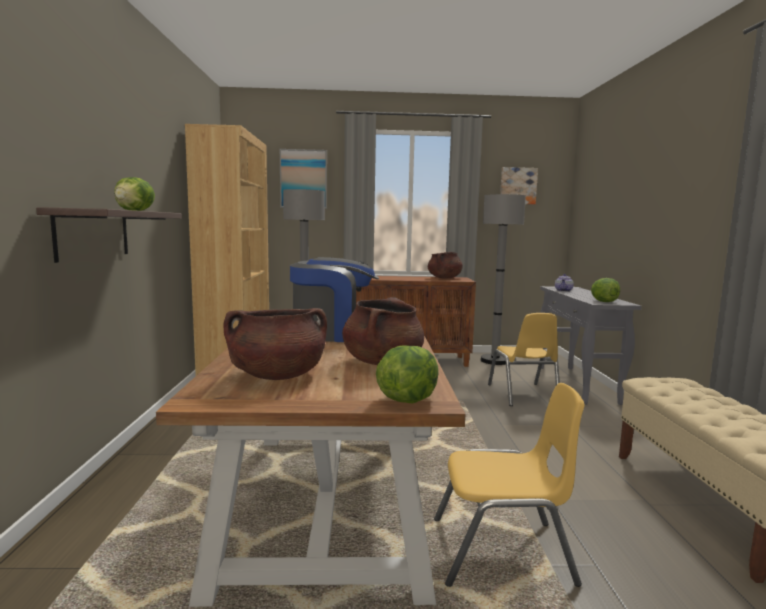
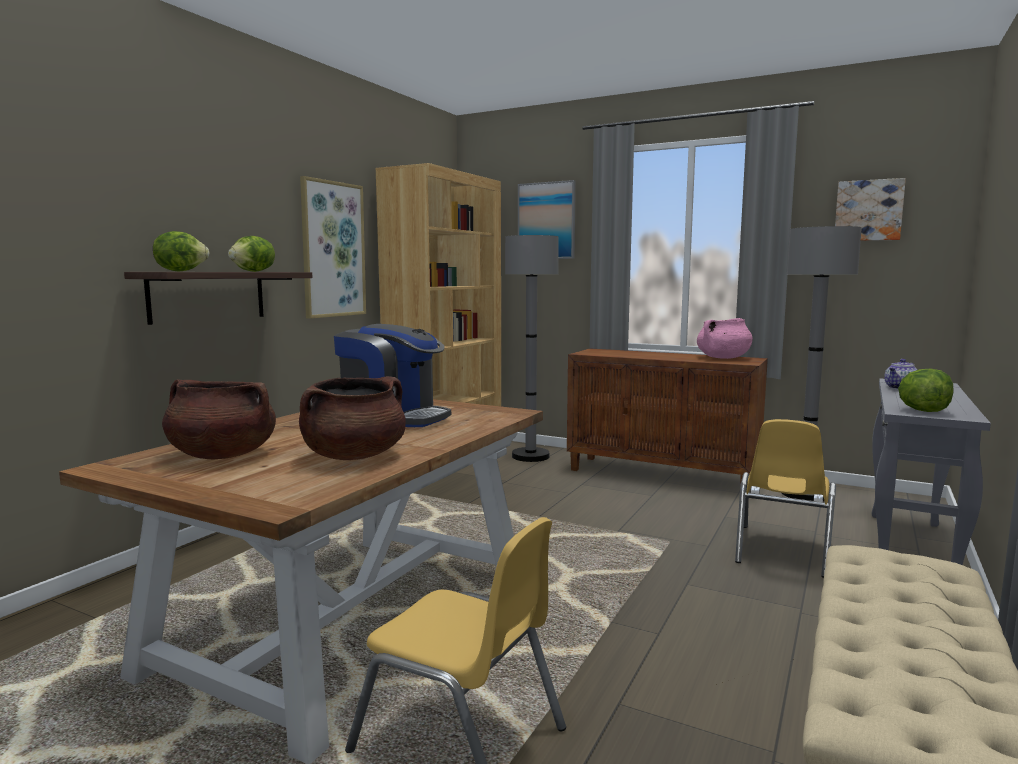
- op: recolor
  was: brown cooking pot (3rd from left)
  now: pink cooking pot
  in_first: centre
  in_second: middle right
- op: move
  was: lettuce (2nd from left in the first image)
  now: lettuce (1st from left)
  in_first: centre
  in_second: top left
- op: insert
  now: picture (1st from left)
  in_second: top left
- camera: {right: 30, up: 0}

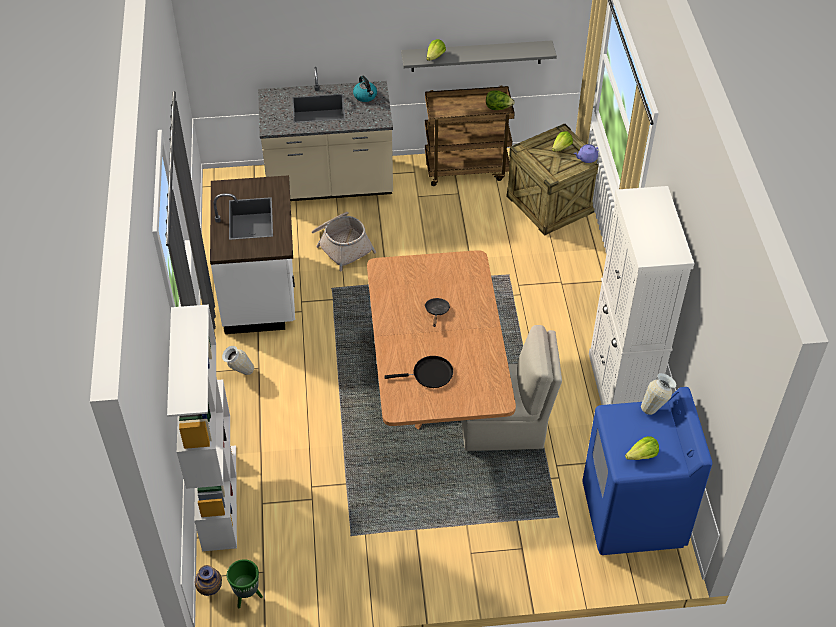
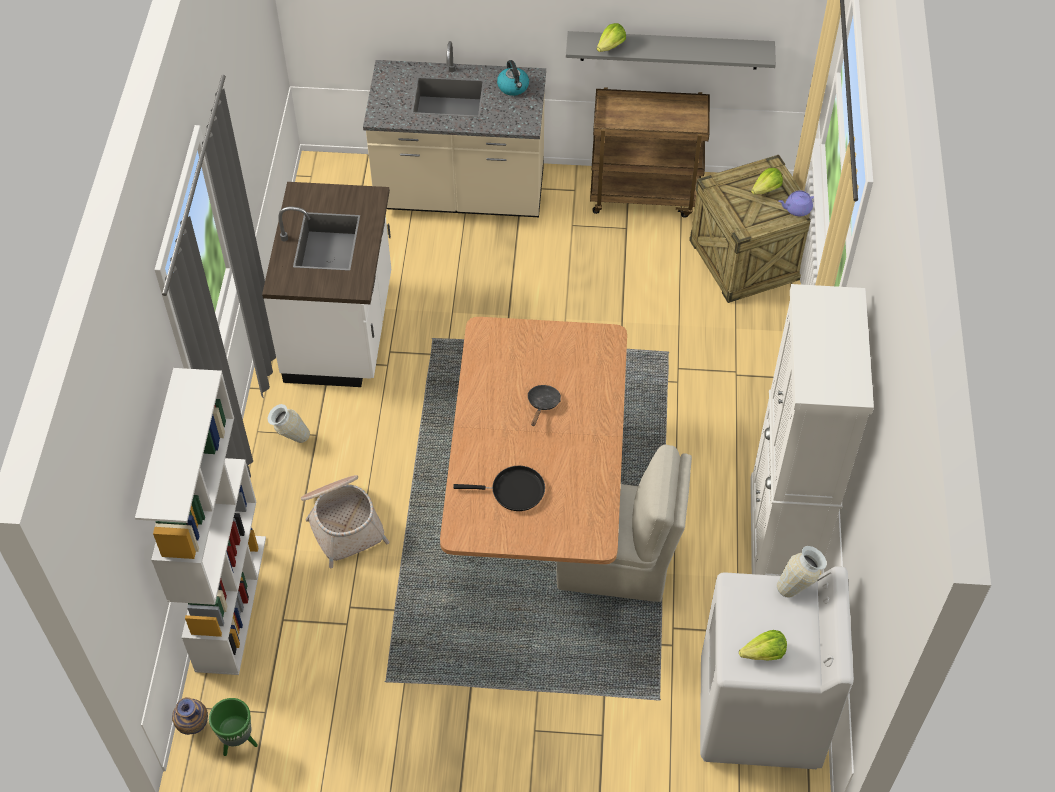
- op: delete
  was: lettuce (2nd from left)
  in_first: top centre
- op: move
  was: basket
  in_first: centre
  in_second: middle left
- op: recolor
  was: blue washing machine
  now: white washing machine
  in_first: bottom right
  in_second: bottom right
- camera: {right: 10, up: 5}

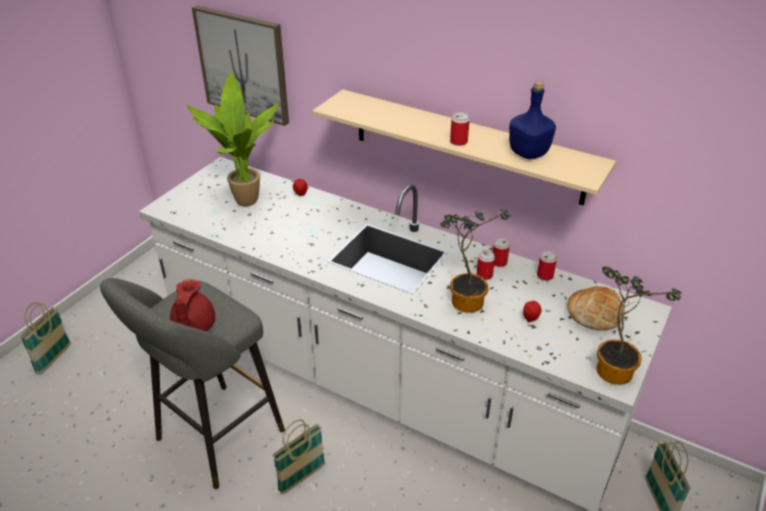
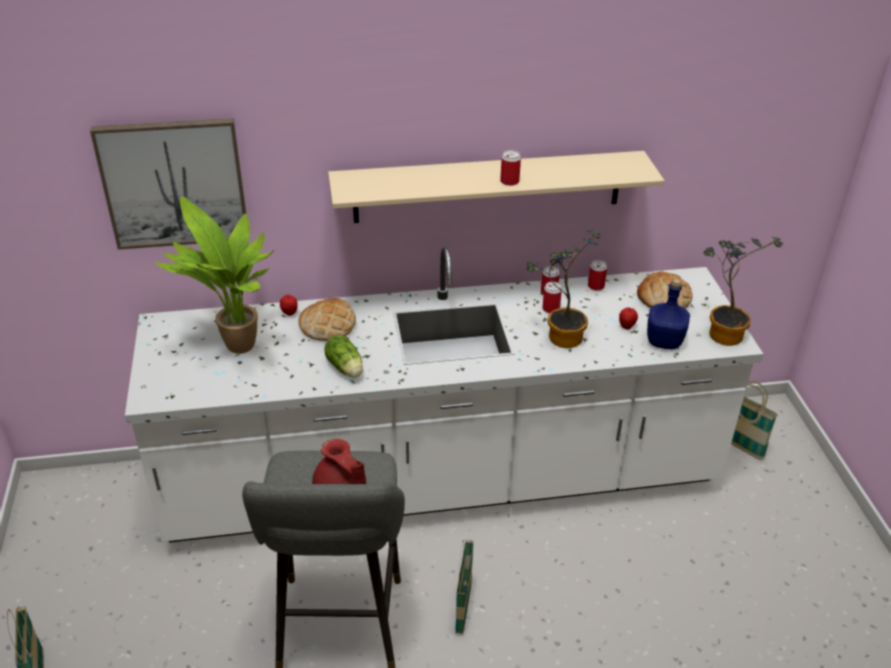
- op: move
  was: blue bottle
  in_first: top right
  in_second: middle right
- op: insert
  now: bread (1st from left)
  in_second: centre
- op: insert
  now: lettuce
  in_second: centre
- camera: {right: -40, up: 0}

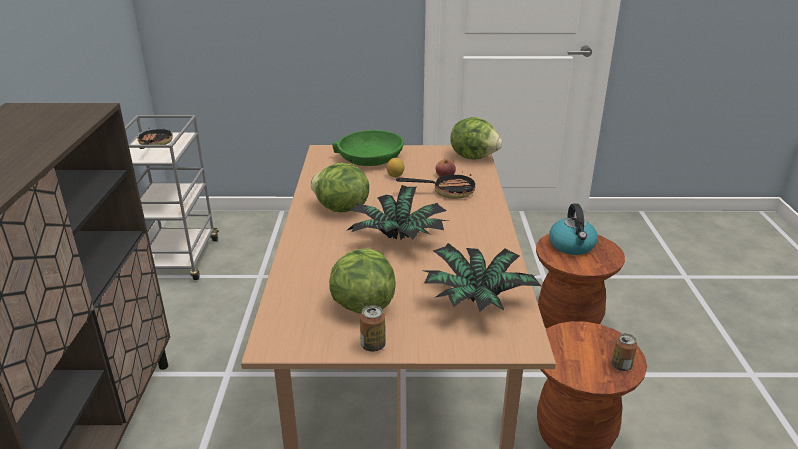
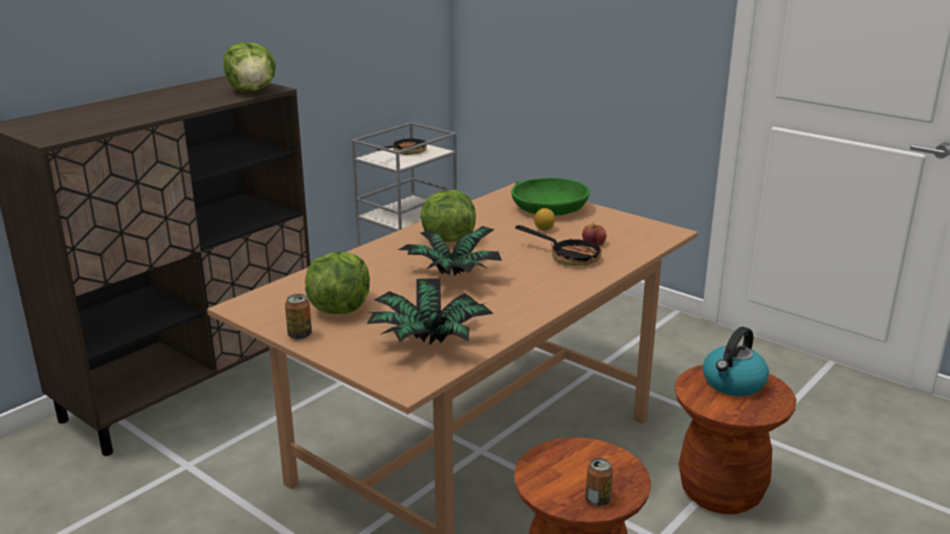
- op: move
  was: lettuce (3rd from left in the first image)
  now: lettuce (1st from left)
  in_first: top centre
  in_second: top left
- camera: {right: 40, up: -5}

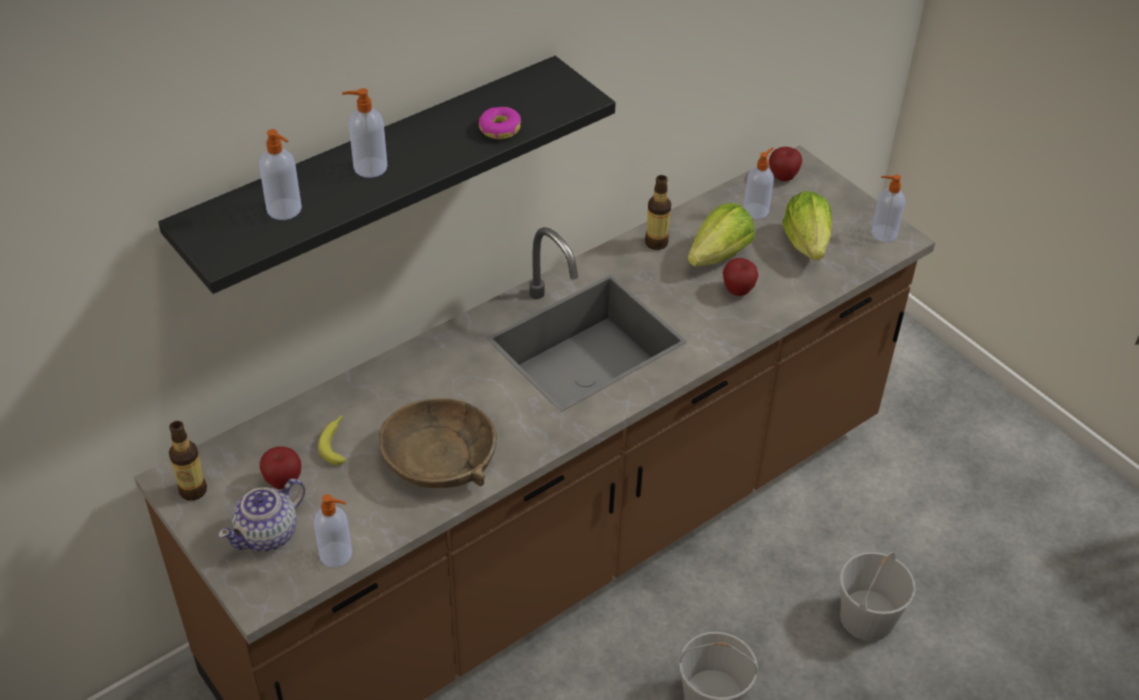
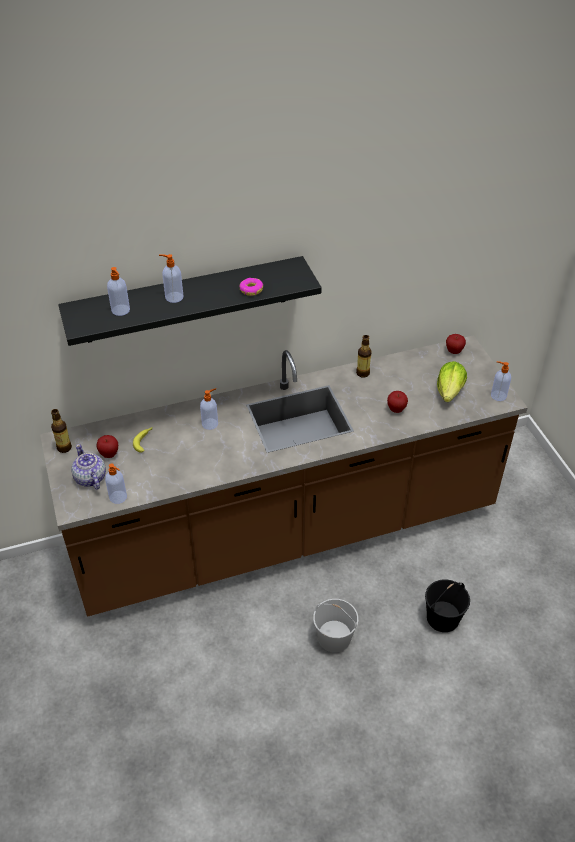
- op: move
  was: soap dispenser (4th from left)
  in_first: top centre
  in_second: centre
- op: delete
  was: lettuce (1st from left)
  in_first: centre
- op: delete
  was: brown bowl
  in_first: centre
- op: rotate
  was: teapot
  in_first: bottom left
  in_second: middle left
  clockwise: 90
- op: recolor
  was: white bucket (2nd from left)
  now: black bucket
  in_first: bottom right
  in_second: bottom right
- camera: {right: 20, up: 0}

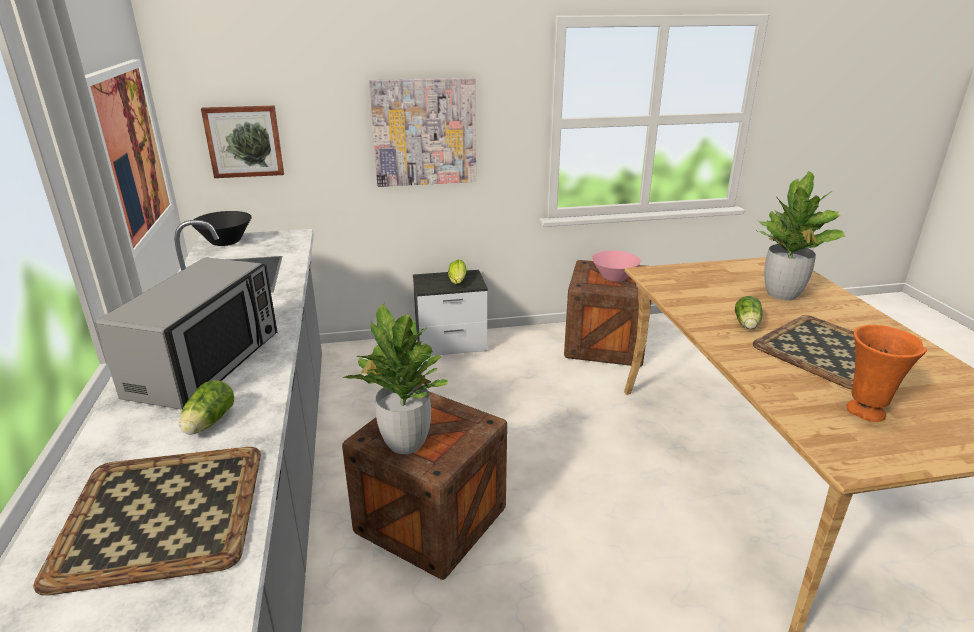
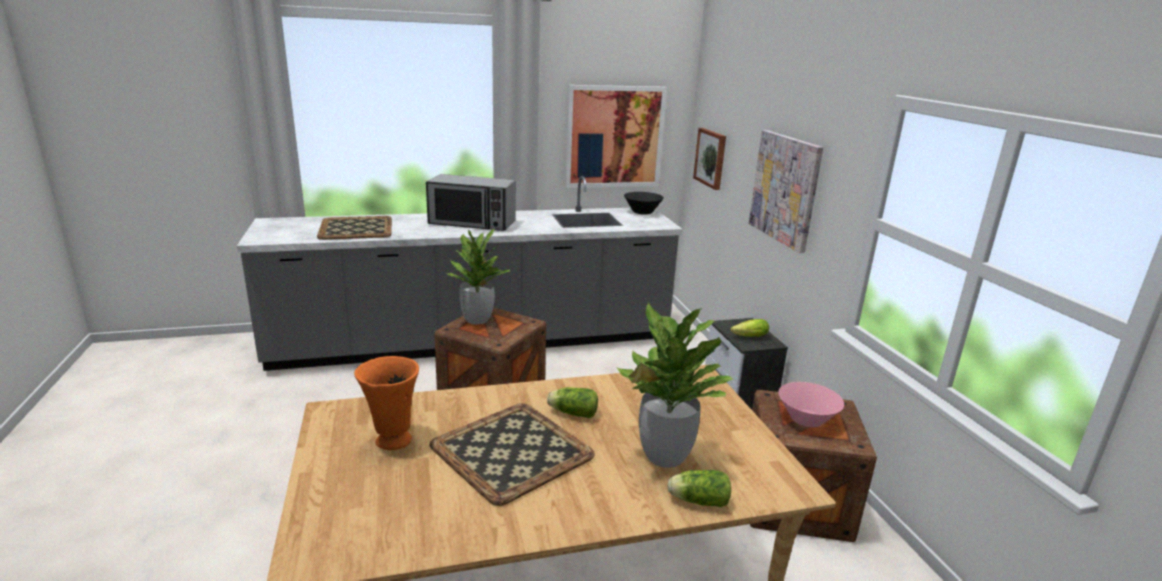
- op: move
  was: lettuce (1st from left in the first image)
  now: lettuce (2nd from left)
  in_first: middle left
  in_second: bottom centre
- camera: {right: 85, up: -5}

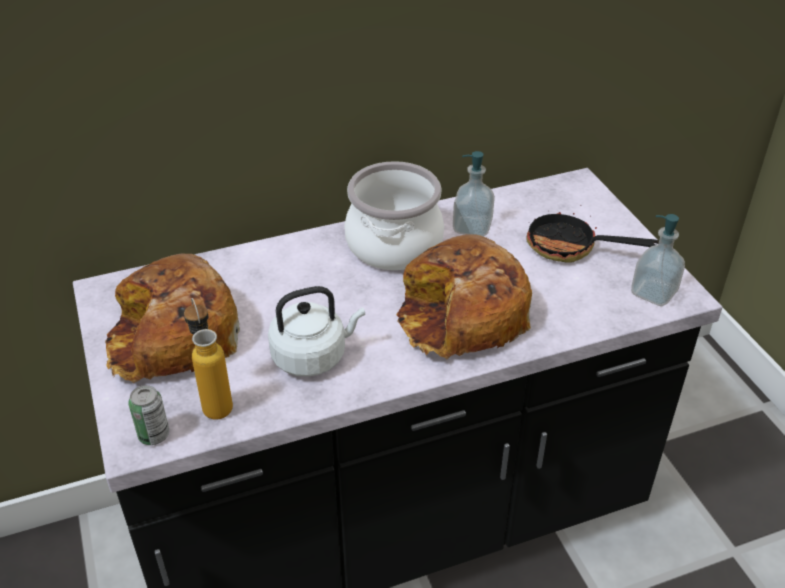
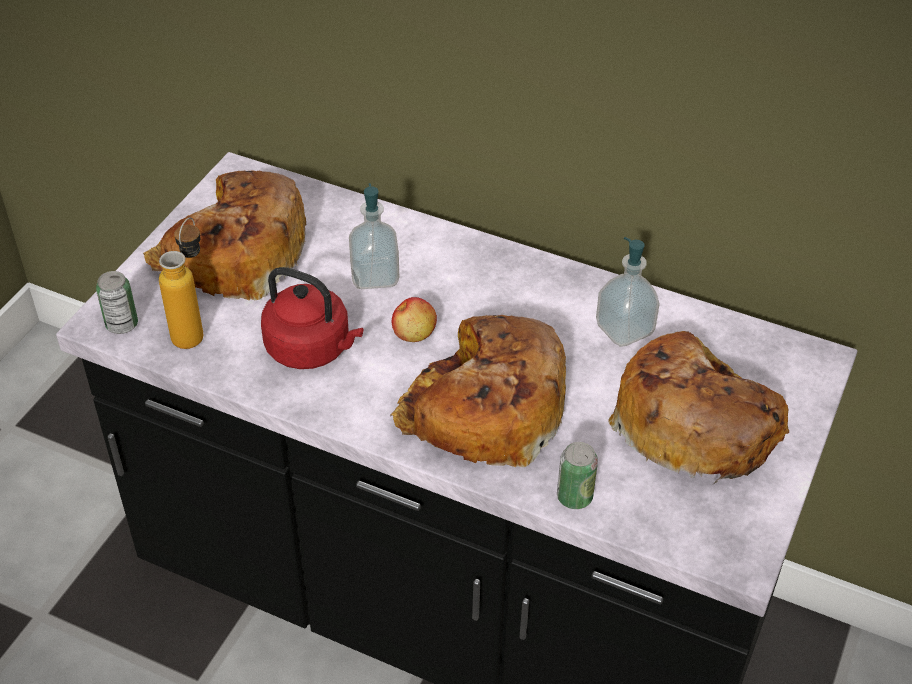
- op: delete
  was: cooking pot
  in_first: centre
- op: replace
  was: frying pan
  now: bread (3rd from left)
  in_first: middle right
  in_second: middle right
- op: move
  was: soap dispenser (2nd from left in the first image)
  now: soap dispenser (1st from left)
  in_first: middle right
  in_second: centre
- op: recolor
  was: white kettle
  now: red kettle
  in_first: centre
  in_second: centre
- op: insert
  now: apple
  in_second: centre
- op: insert
  now: can (2nd from left)
  in_second: bottom centre
- camera: {right: 45, up: 5}

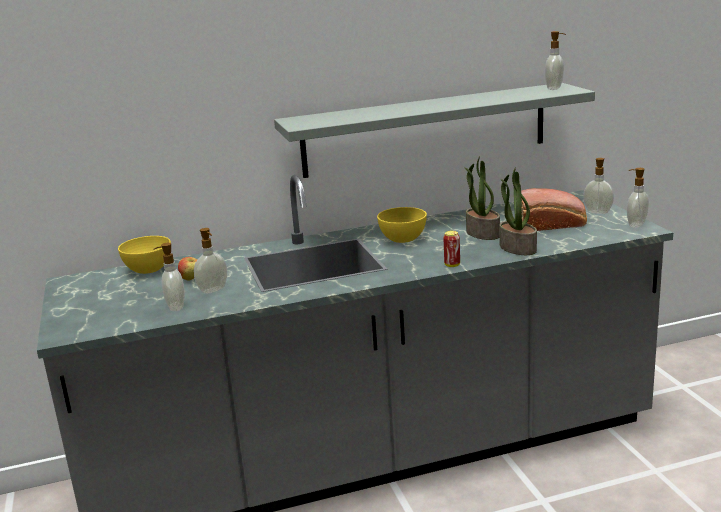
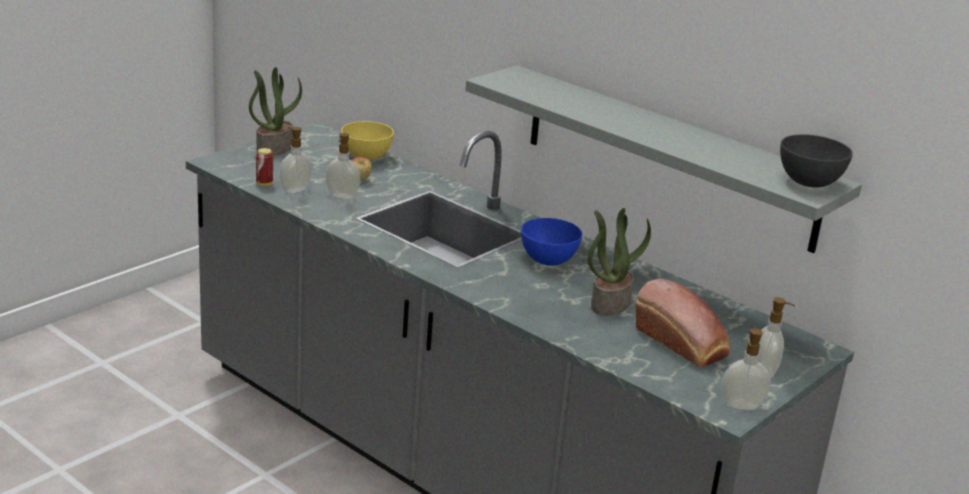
- op: replace
  was: soap dispenser (3rd from left)
  now: grey bowl
  in_first: top right
  in_second: top right
- op: move
  was: potted plant (2nd from left in the first image)
  now: potted plant (1st from left)
  in_first: middle right
  in_second: top left
- op: recolor
  was: yellow bowl (2nd from left)
  now: blue bowl
  in_first: centre
  in_second: centre
- op: move
  was: can
  in_first: centre
  in_second: middle left
- camera: {right: 55, up: 5}

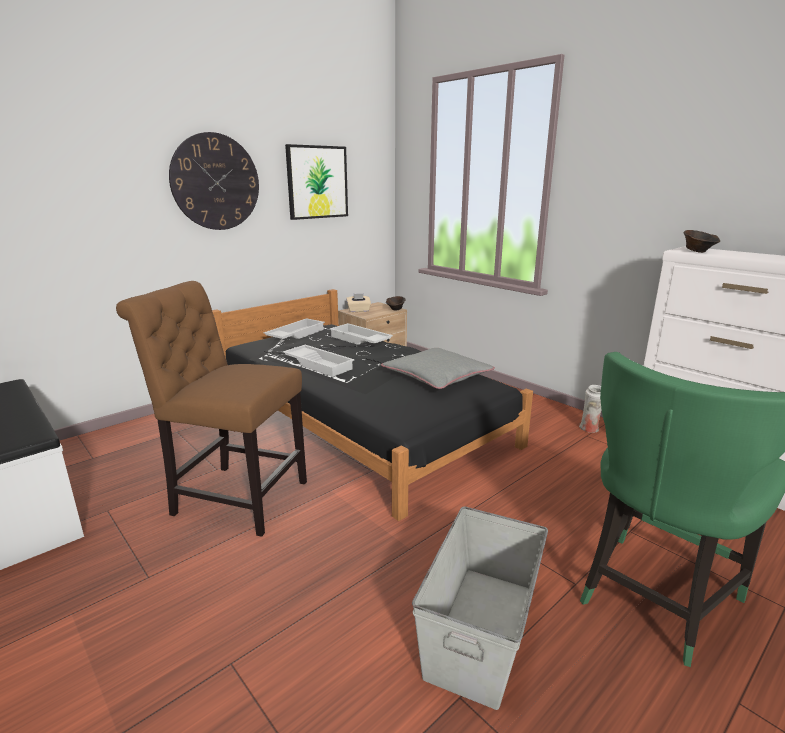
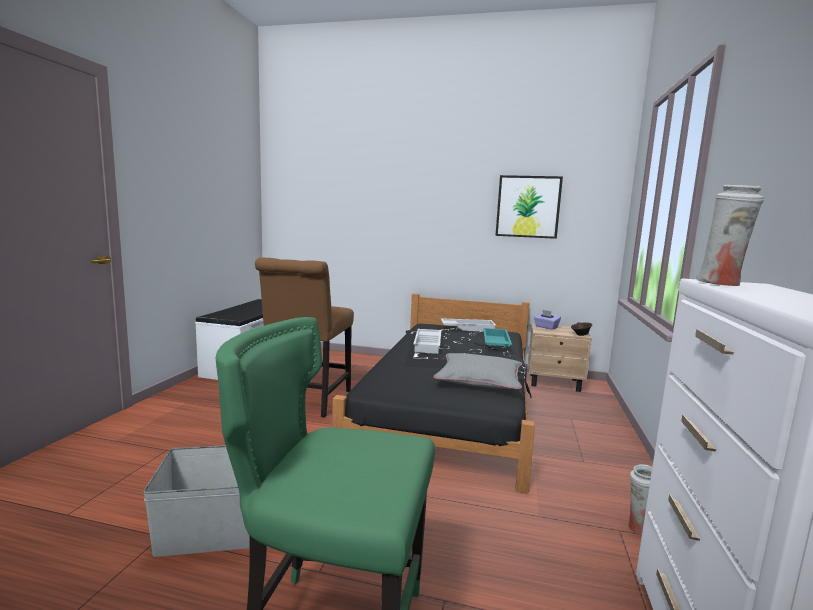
- op: delete
  was: wall clock
  in_first: top left
- op: replace
  was: brown bowl (2nd from left)
  now: white vase (2nd from left)
  in_first: top right
  in_second: middle right
- op: rotate
  was: brown chair
  in_first: middle left
  in_second: centre
  clockwise: -150
- op: recolor
  was: beige tissue box
  now: purple tissue box
  in_first: centre
  in_second: middle right
- op: recolor
  was: white tray (3rd from left)
  now: turquoise tray
  in_first: centre
  in_second: centre
- camera: {right: 55, up: -10}

